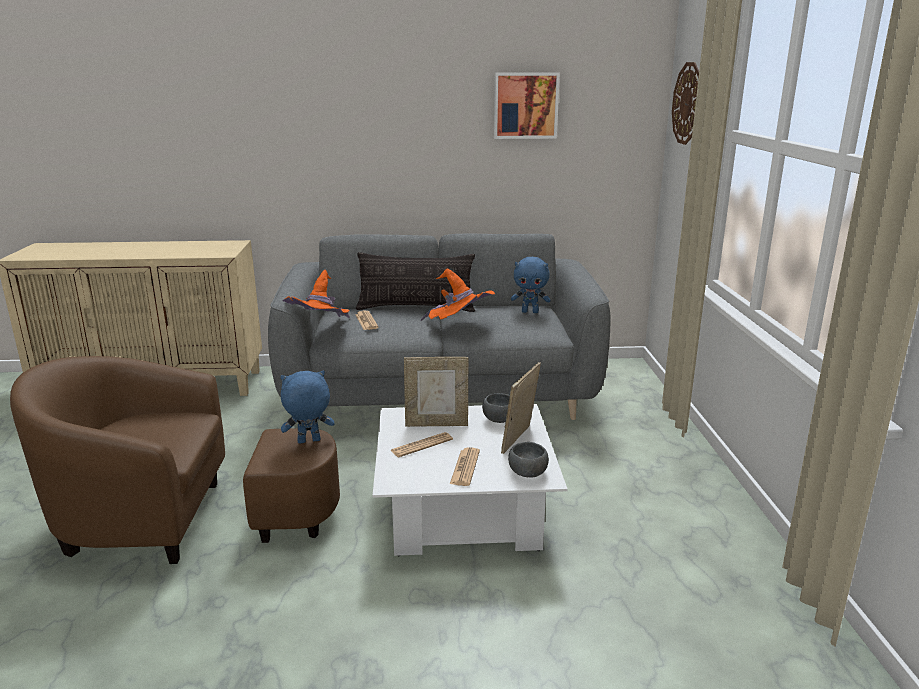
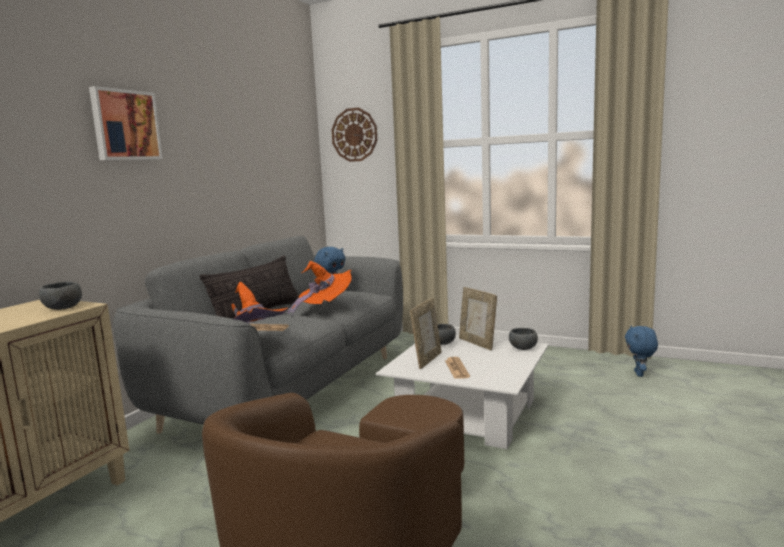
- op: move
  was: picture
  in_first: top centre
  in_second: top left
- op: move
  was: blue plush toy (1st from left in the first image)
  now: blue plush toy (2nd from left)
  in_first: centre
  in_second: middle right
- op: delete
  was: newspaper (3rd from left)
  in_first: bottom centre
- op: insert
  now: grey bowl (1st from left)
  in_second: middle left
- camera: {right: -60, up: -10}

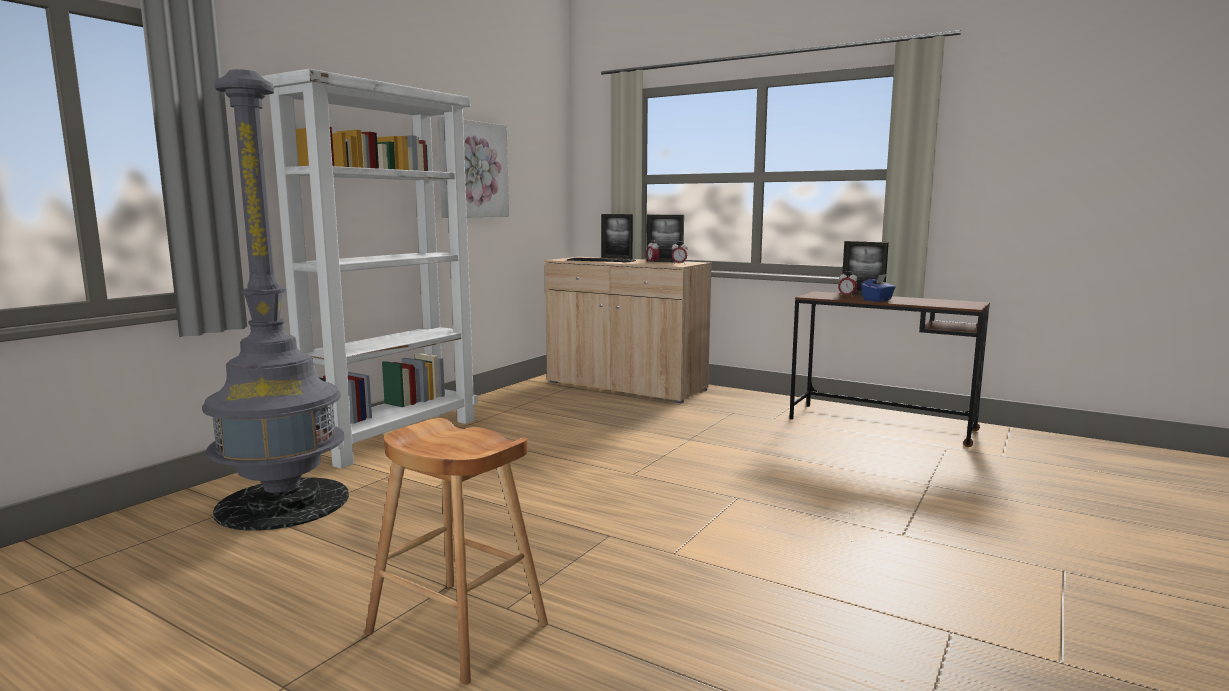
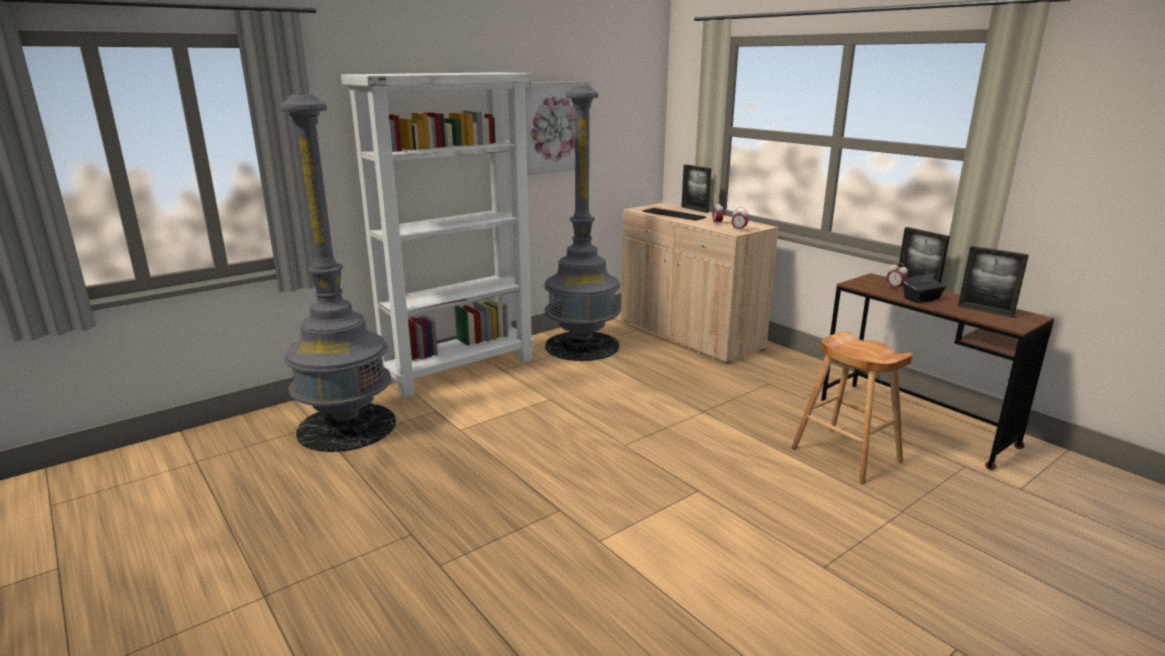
- op: move
  was: picture frame (2nd from left in the first image)
  now: picture frame (3rd from left)
  in_first: centre
  in_second: middle right
- op: recolor
  was: blue tissue box
  now: black tissue box
  in_first: middle right
  in_second: middle right
- op: move
  was: brown stool
  in_first: bottom centre
  in_second: middle right
- op: insert
  now: grey floor lamp (2nd from left)
  in_second: centre
- camera: {right: 20, up: 10}

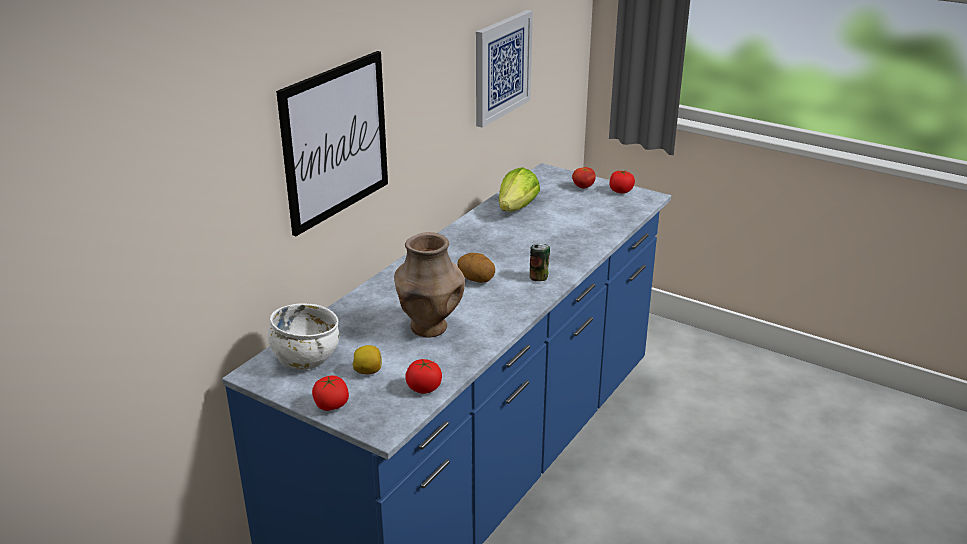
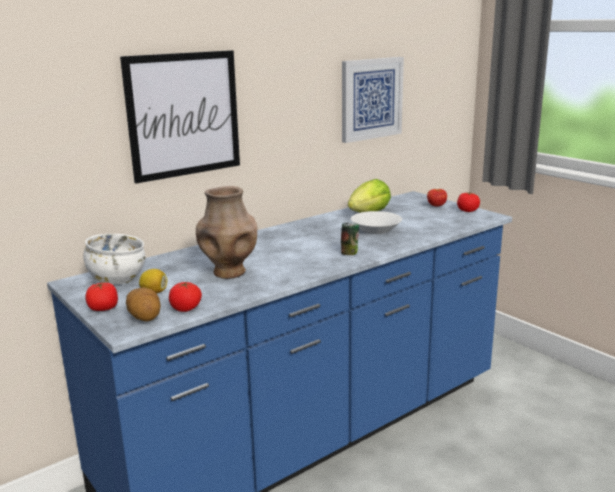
- op: move
  was: potato
  in_first: centre
  in_second: middle left
- op: insert
  now: white bowl (2nd from left)
  in_second: centre
- camera: {right: 20, up: -10}

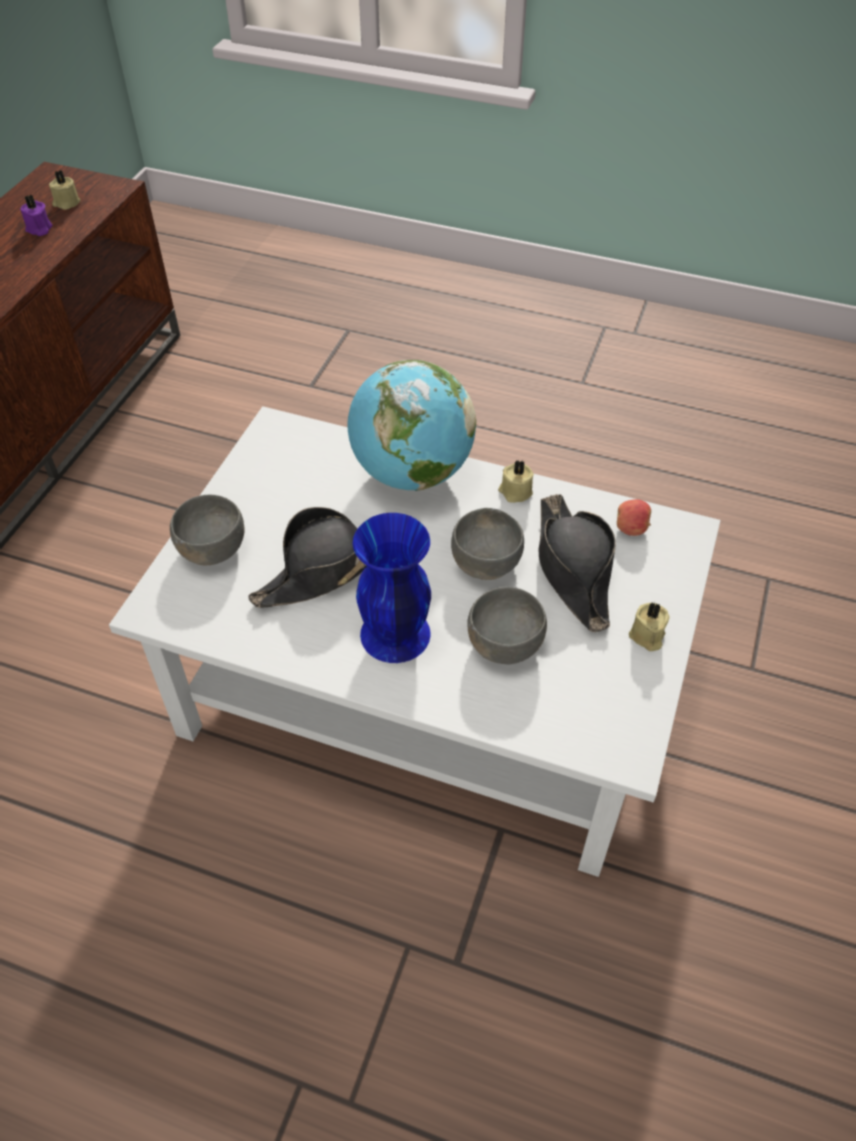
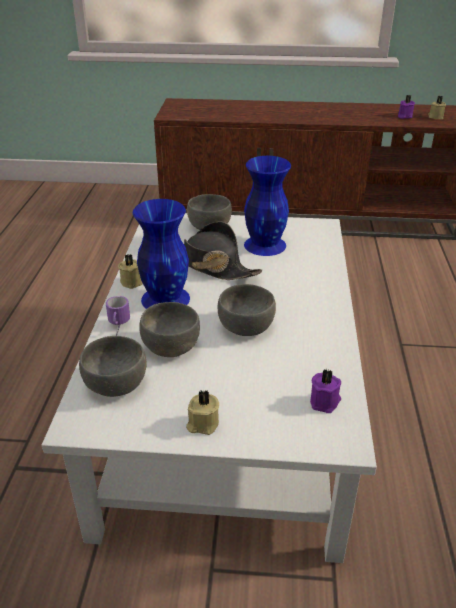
- op: delete
  was: globe
  in_first: centre
- op: move
  was: beige candle (2nd from left in the first image)
  now: beige candle (1st from left)
  in_first: centre
  in_second: middle left
- op: delete
  was: black hat (2nd from left)
  in_first: middle right
- op: replace
  was: apple
  now: purple candle (1st from left)
  in_first: middle right
  in_second: middle right
- op: insert
  now: blue vase (2nd from left)
  in_second: centre
- op: insert
  now: mug
  in_second: middle left
- op: insert
  now: grey bowl (1st from left)
  in_second: middle left
- camera: {right: 75, up: -15}

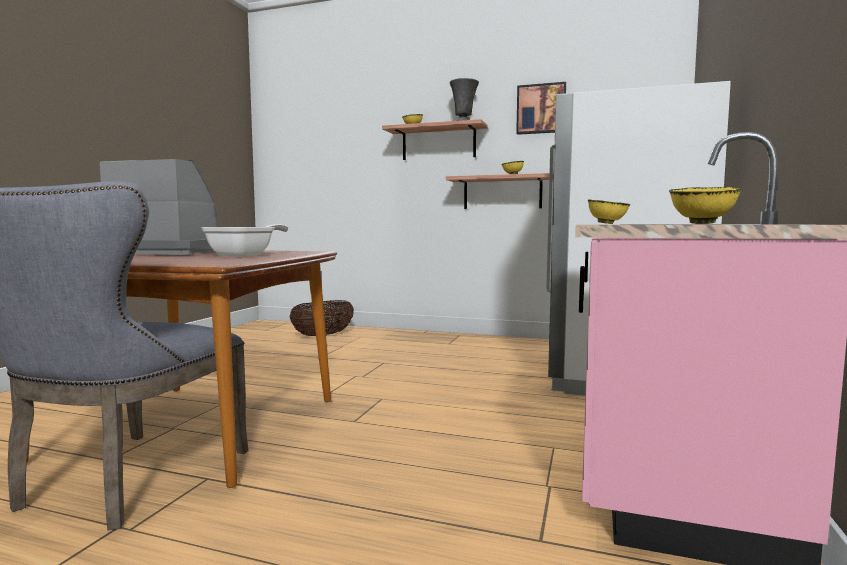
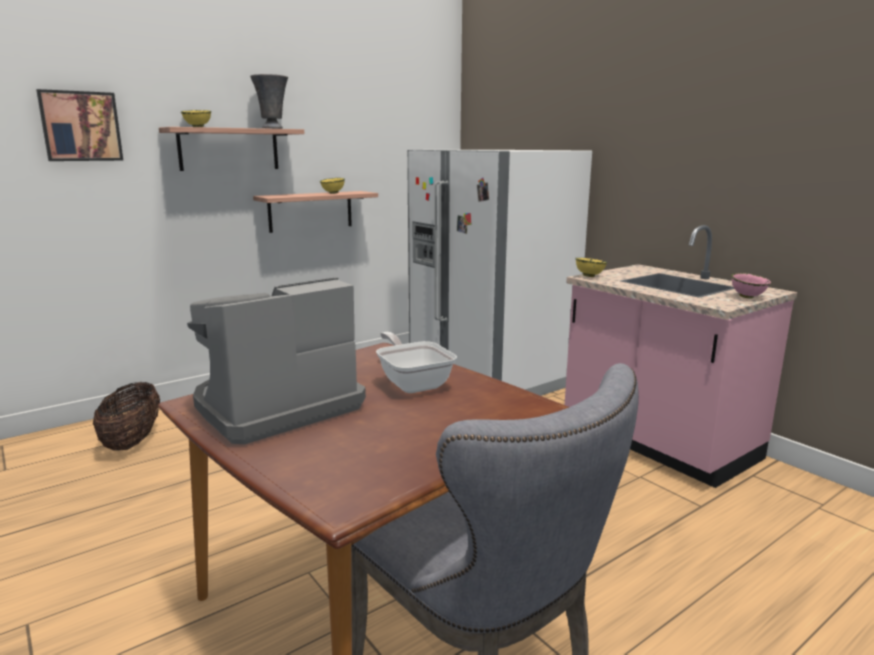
- op: move
  was: picture
  in_first: top centre
  in_second: top left
- op: recolor
  was: yellow bowl (4th from left)
  now: pink bowl
  in_first: middle right
  in_second: middle right
- camera: {right: -55, up: 10}

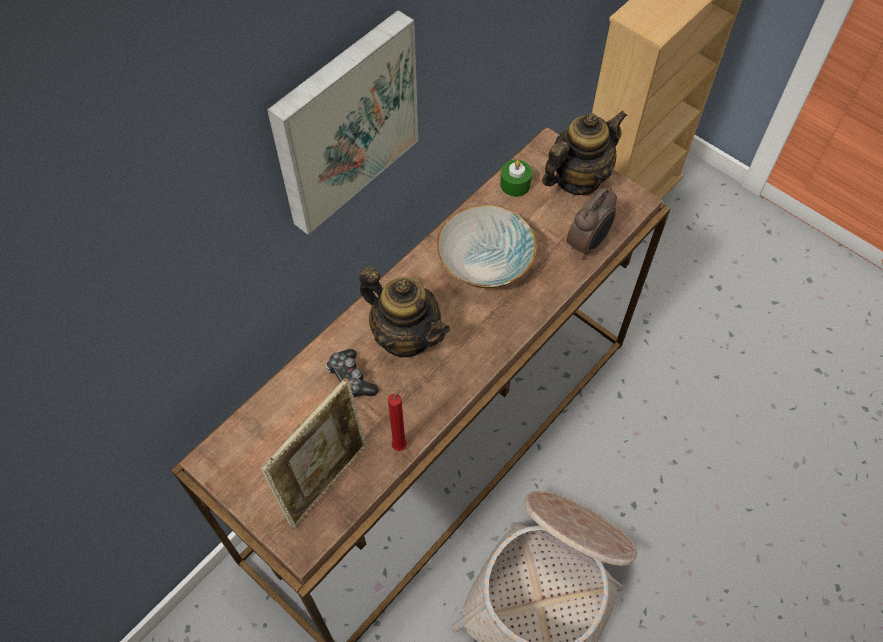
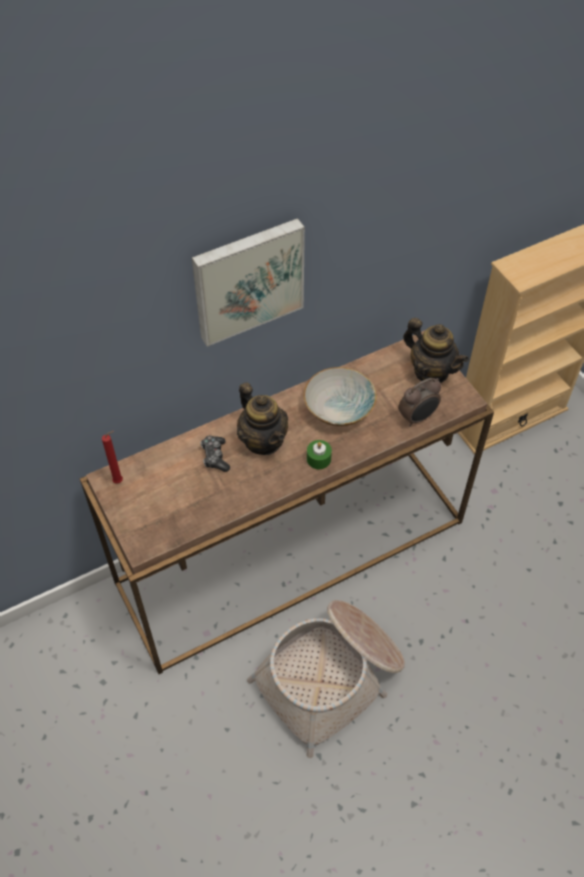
- op: rotate
  was: teapot (2nd from left)
  in_first: top centre
  in_second: middle right
  clockwise: 60
- op: move
  was: green candle
  in_first: top centre
  in_second: centre
- op: delete
  was: picture frame
  in_first: bottom centre
- op: move
  was: red candle
  in_first: centre
  in_second: middle left
- camera: {right: 20, up: -5}

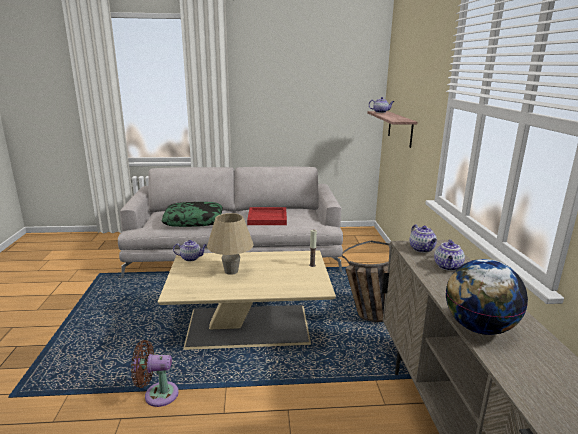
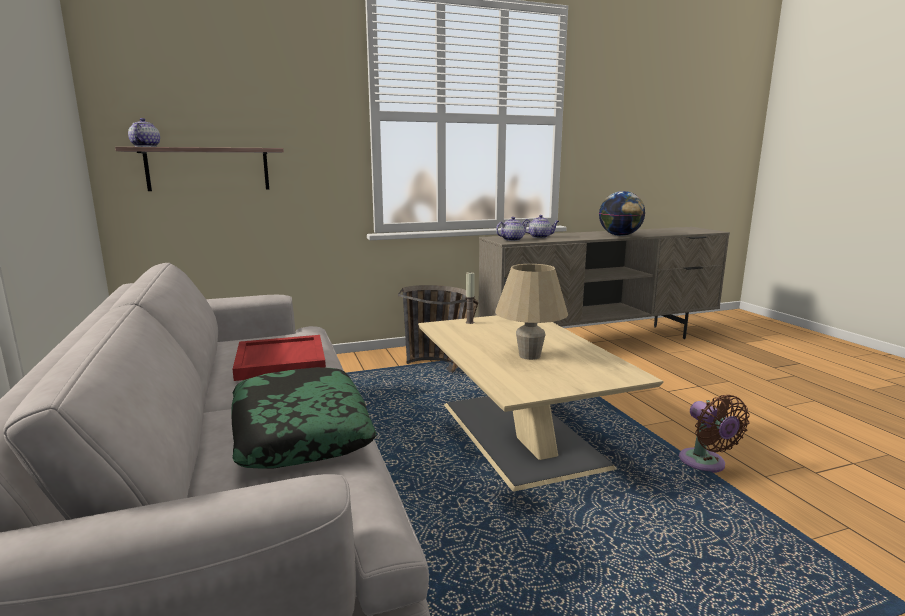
- op: delete
  was: teapot (1st from left)
  in_first: middle left
- camera: {right: -105, up: -5}

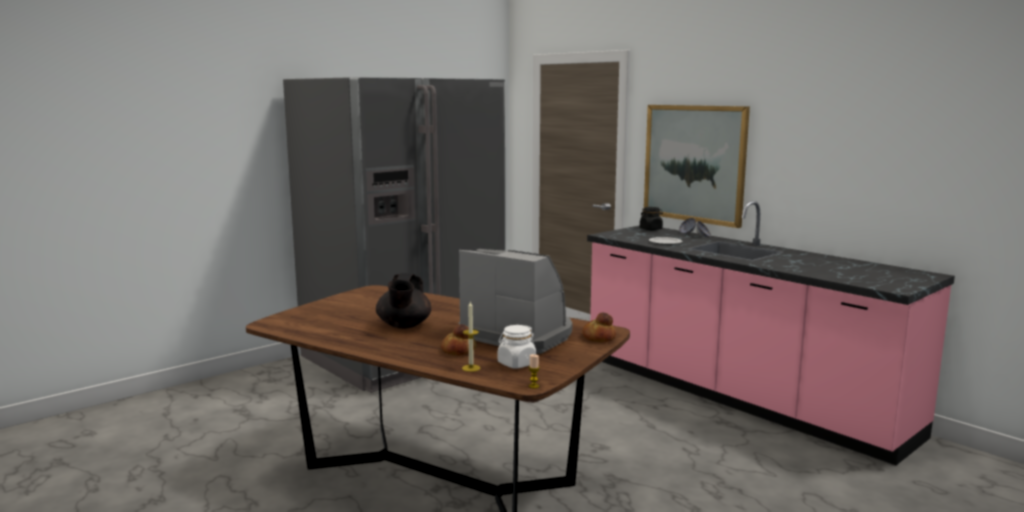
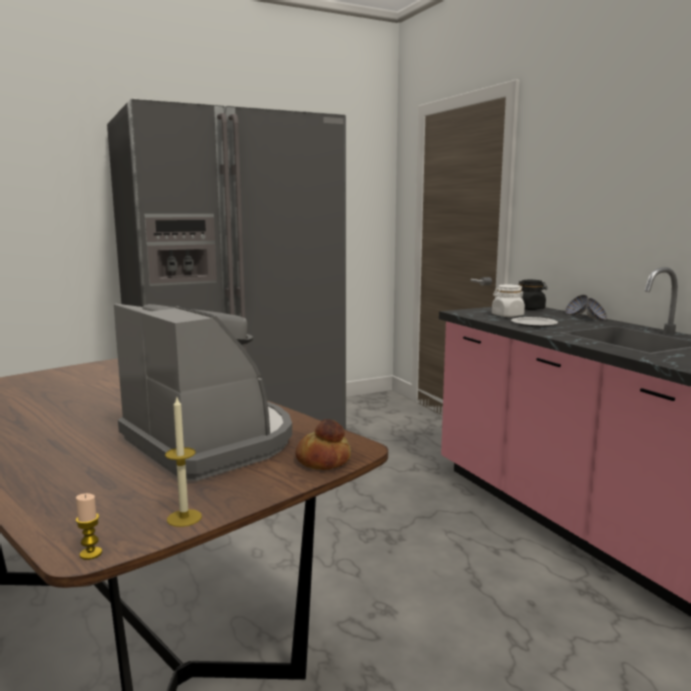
- op: delete
  was: picture
  in_first: top right
- op: delete
  was: black teapot
  in_first: centre
- op: move
  was: candle (1st from left in the first image)
  now: candle (2nd from left)
  in_first: centre
  in_second: bottom left
- op: delete
  was: bread (1st from left)
  in_first: centre
- op: move
  was: white jar
  in_first: bottom centre
  in_second: middle right
- camera: {right: 15, up: 0}

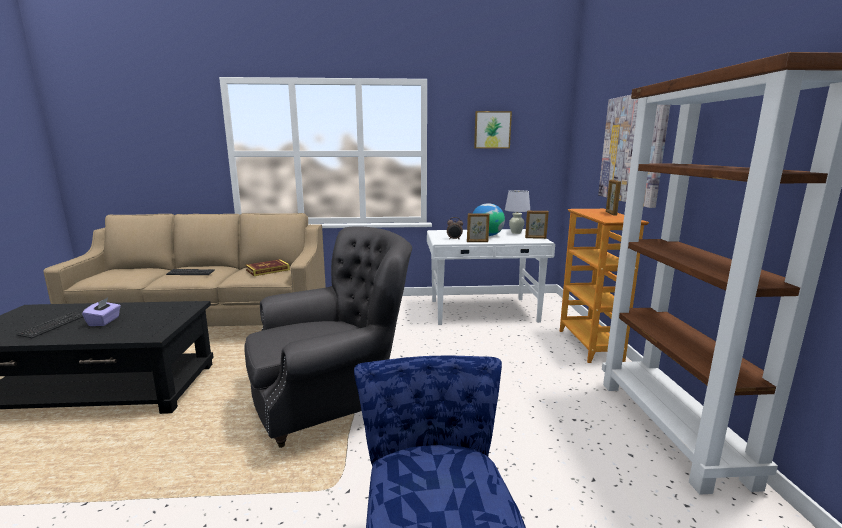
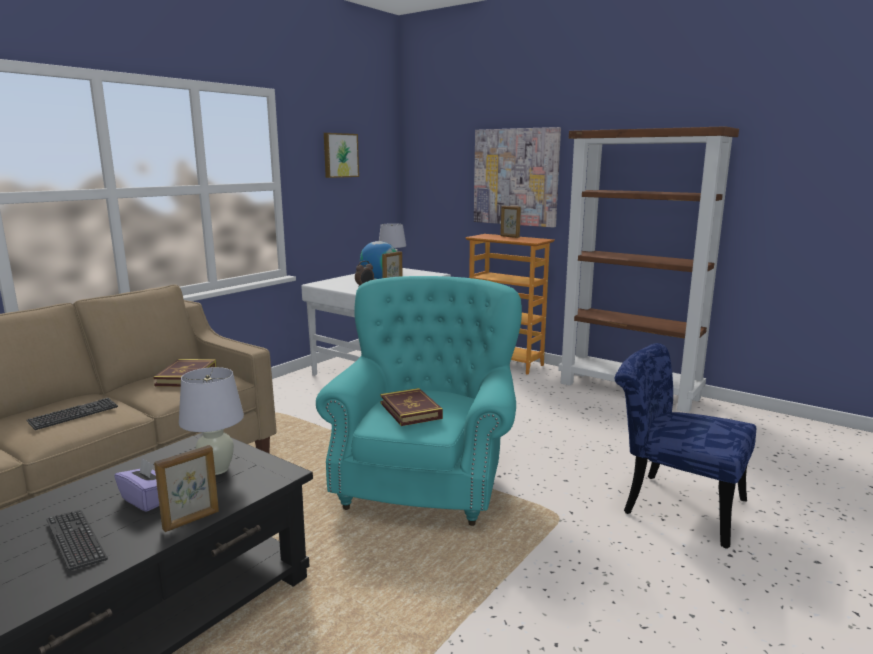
- op: move
  was: picture frame (2nd from left in the first image)
  now: picture frame (1st from left)
  in_first: centre
  in_second: bottom left
- op: recolor
  was: grey armchair
  now: turquoise armchair
  in_first: centre
  in_second: centre
- op: insert
  now: white table lamp (1st from left)
  in_second: middle left
- op: insert
  now: book (2nd from left)
  in_second: centre
- camera: {right: -50, up: 0}

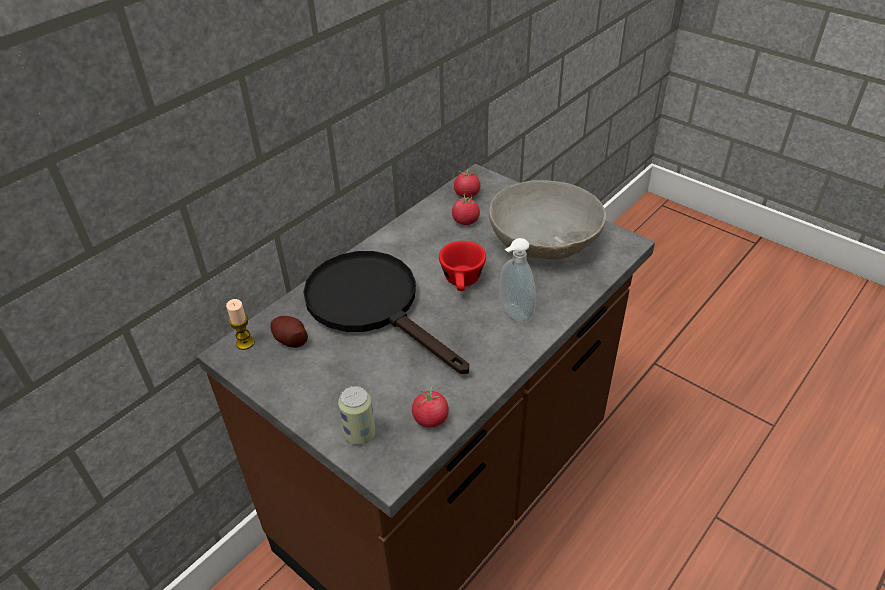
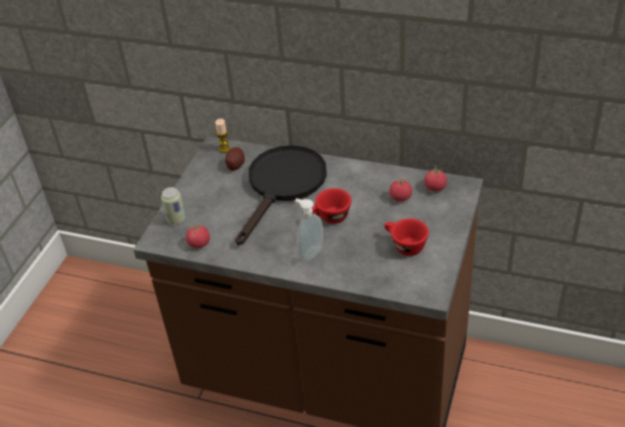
- op: replace
  was: grey bowl
  now: red cup (2nd from left)
  in_first: centre
  in_second: centre
- camera: {right: 70, up: 0}

